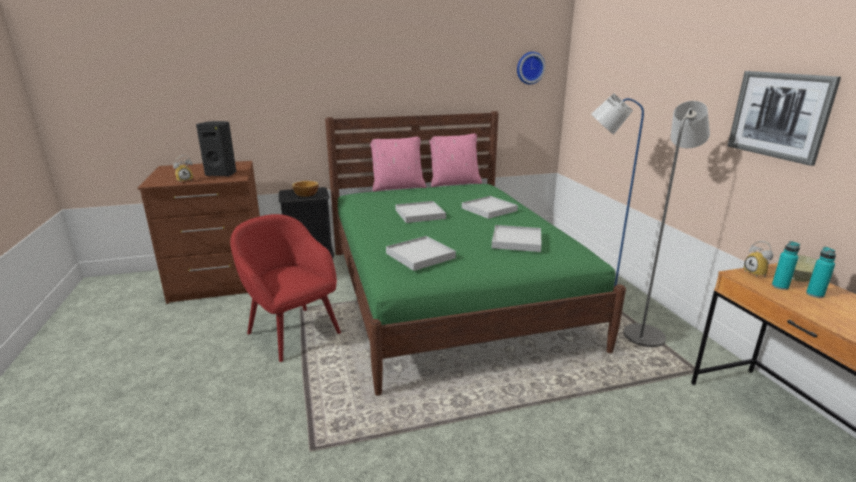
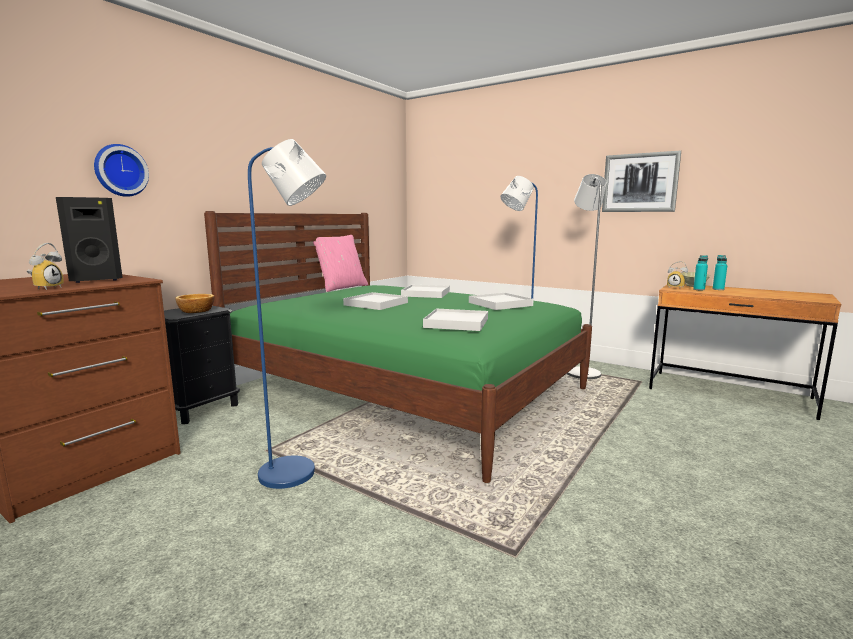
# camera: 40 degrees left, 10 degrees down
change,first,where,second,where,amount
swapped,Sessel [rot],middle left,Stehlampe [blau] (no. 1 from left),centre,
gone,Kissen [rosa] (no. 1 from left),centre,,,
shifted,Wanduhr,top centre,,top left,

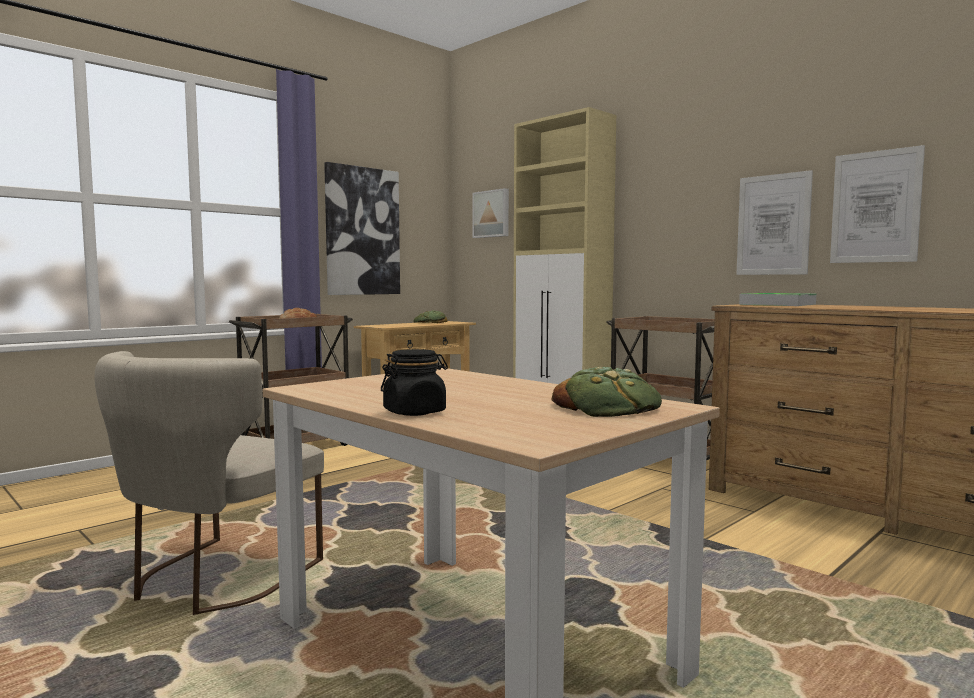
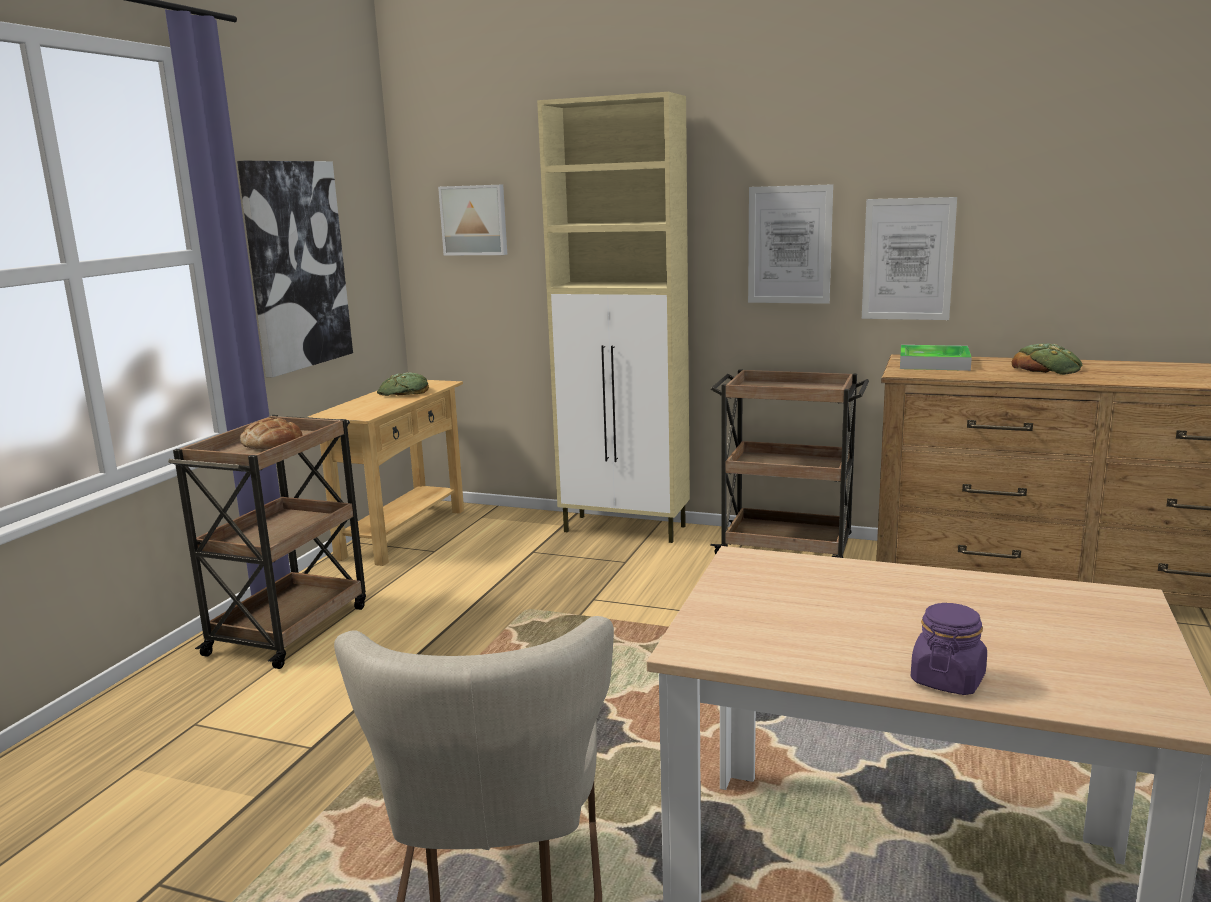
# camera: 25 degrees left, 10 degrees up
change,first,where,second,where,amount
repainted,Vorratsglas [schwarz],centre,Vorratsglas [lila],bottom right,
shifted,Brot (no. 3 from left),centre,,middle right,
shifted,Bild (no. 4 from left in the first image),top right,Bild (no. 3 from left),top centre,

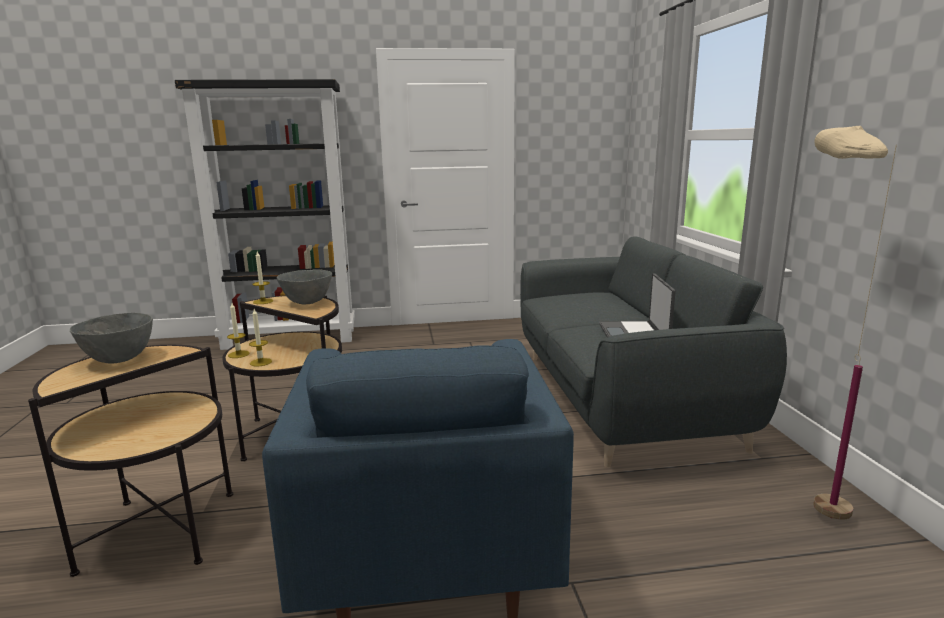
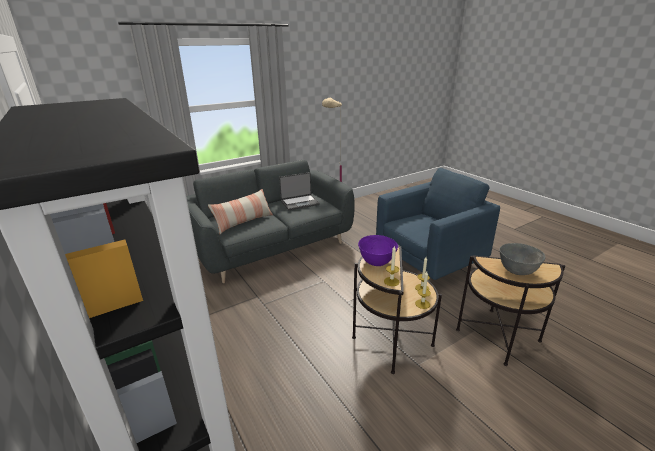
# camera: 115 degrees left, 10 degrees up
change,first,where,second,where,amount
repainted,Schüssel [grau] (no. 2 from left),middle left,Schüssel [lila],centre,
new,,,Kissen,centre,

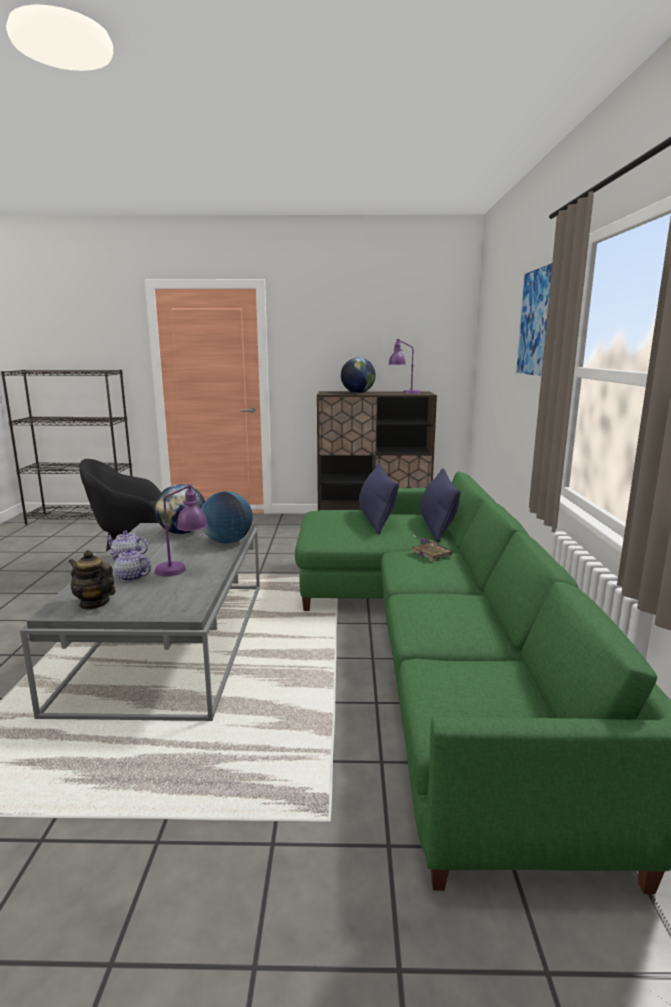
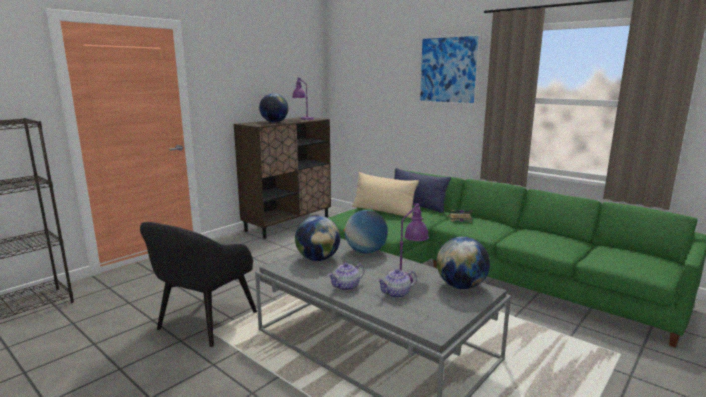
# camera: 50 degrees left, 0 degrees up
change,first,where,second,where,amount
gone,Teekanne (no. 1 from left),middle left,,,
repainted,Kissen [blau] (no. 1 from left),centre,Kissen [beige],centre,
new,,,Globus (no. 4 from left),centre,

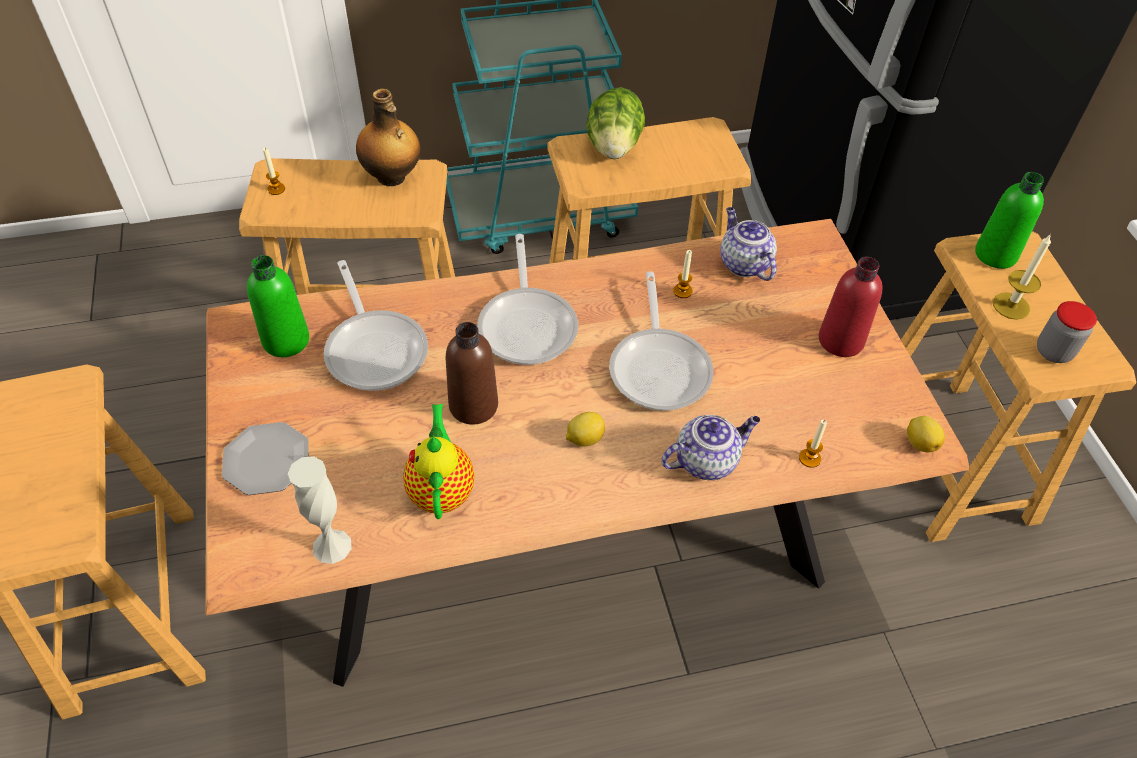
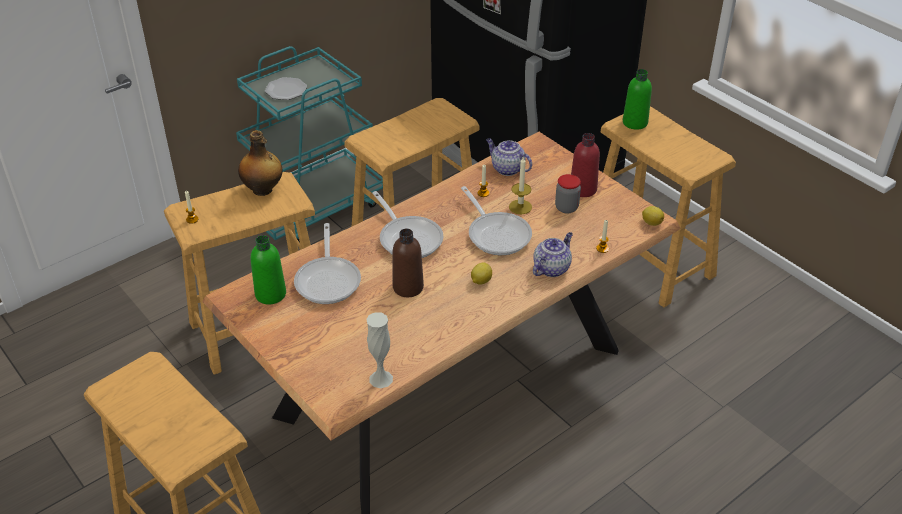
# camera: 25 degrees left, 10 degrees down
change,first,where,second,where,amount
shifted,Teller,middle left,,top left,
rotated,Pfanne (no. 1 from left),middle left,,centre,45 degrees clockwise
gone,Teekanne (no. 1 from left),centre,,,
gone,Salatkopf,top centre,,,
shifted,Kerze (no. 4 from left in the first image),middle right,Kerze (no. 3 from left),centre,
shifted,Vorratsglas,middle right,,centre,

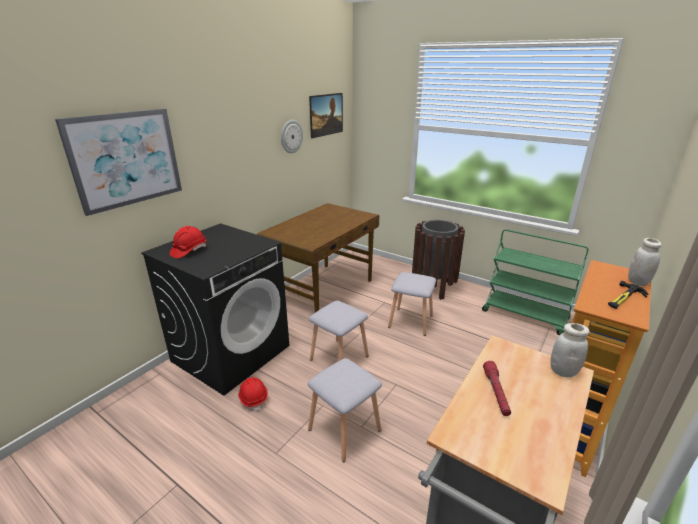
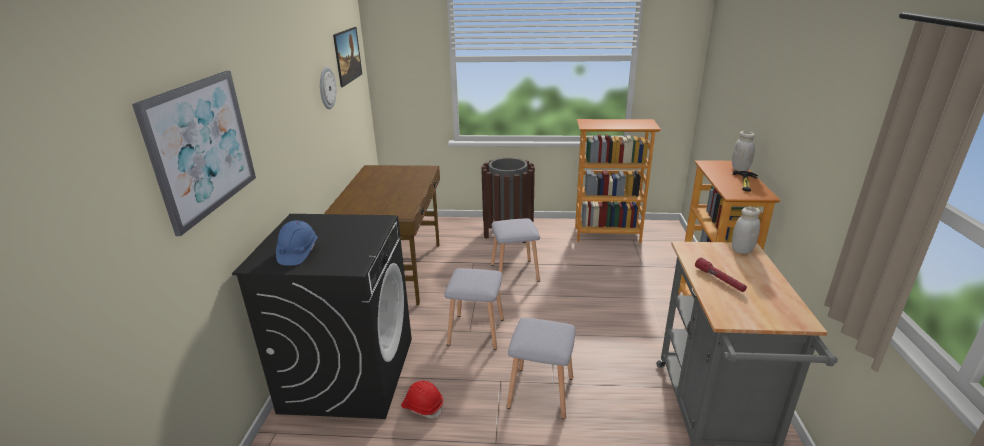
# camera: 30 degrees left, 0 degrees up
change,first,where,second,where,amount
repainted,Schutzhelm [rot] (no. 1 from left),middle left,Schutzhelm [blau],middle left,
swapped,Rollwagen [grün],middle right,Bücherregal (no. 1 from left),centre,

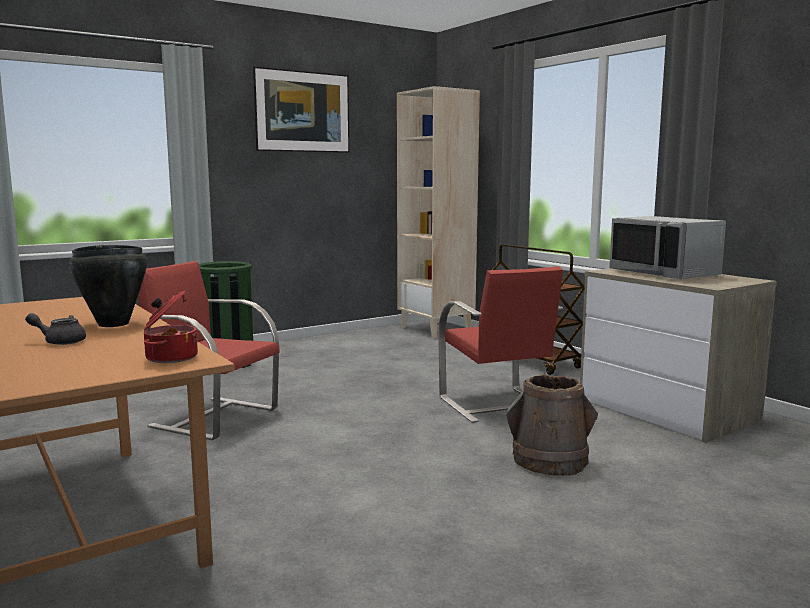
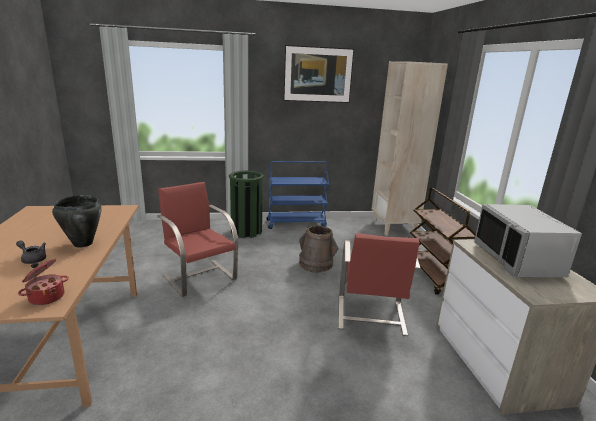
# camera: 25 degrees right, 10 degrees up
change,first,where,second,where,amount
shifted,Eimer [braun],bottom right,,centre,
new,,,Rollwagen [blau],centre,

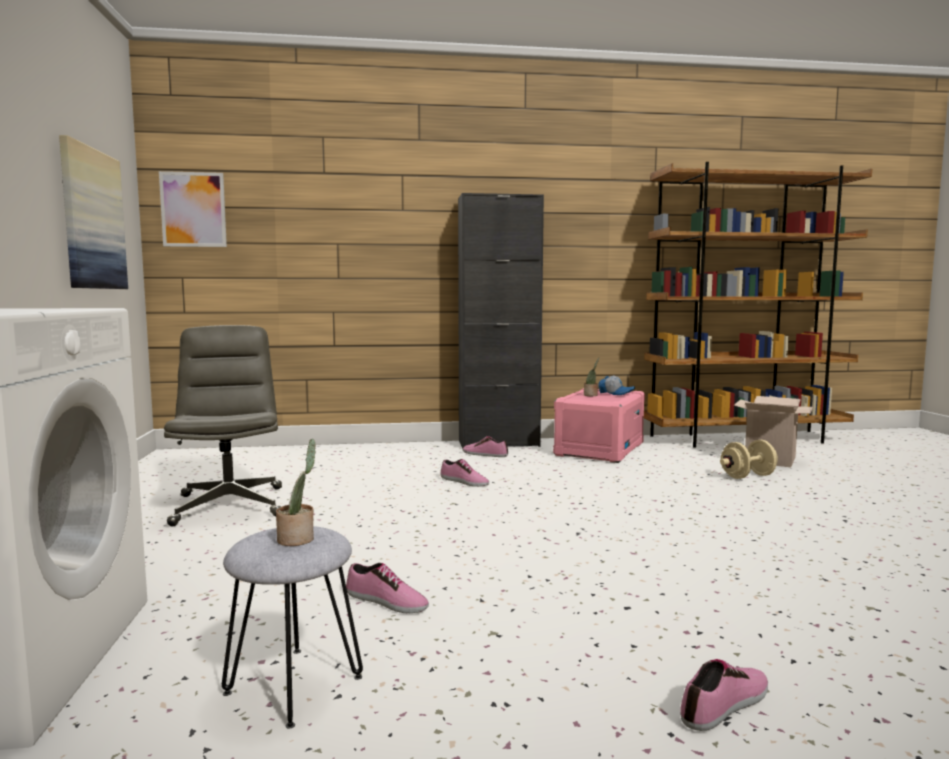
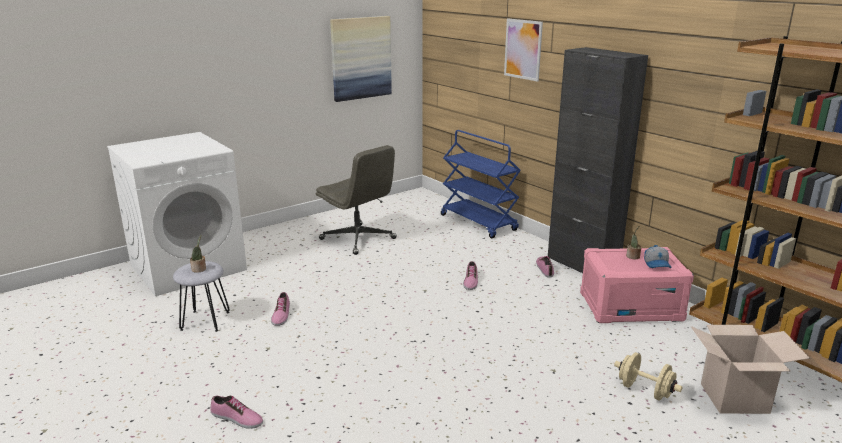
# camera: 60 degrees right, 15 degrees up
change,first,where,second,where,amount
shifted,Bild (no. 2 from left),top left,,top centre,
rotated,Bürostuhl [grau],middle left,,centre,90 degrees clockwise
new,,,Rollwagen [blau],centre,

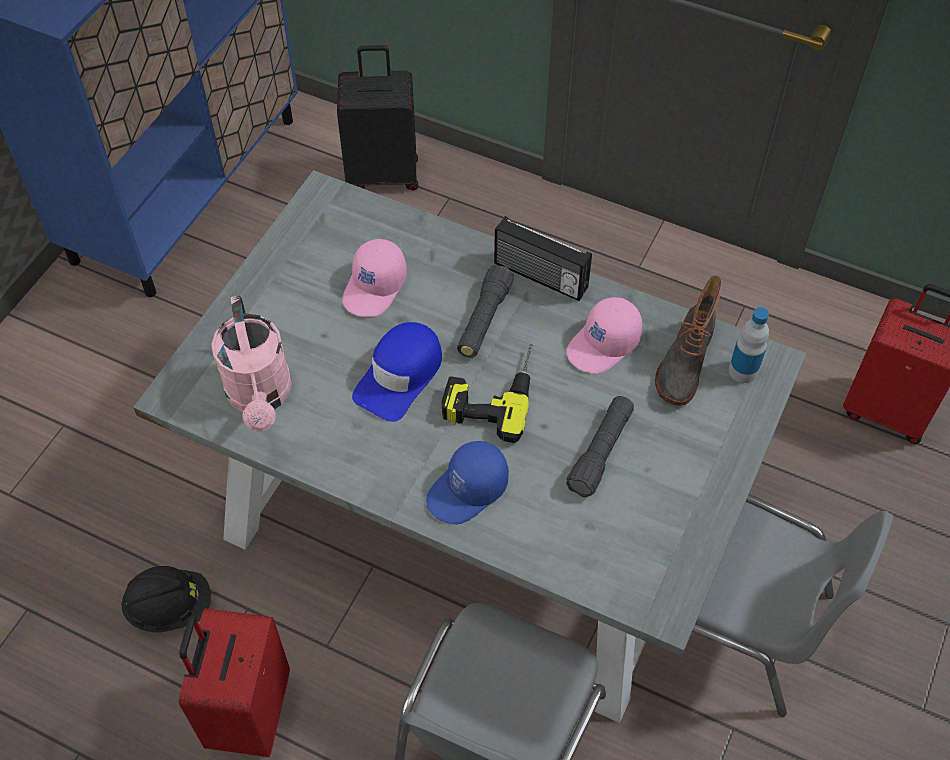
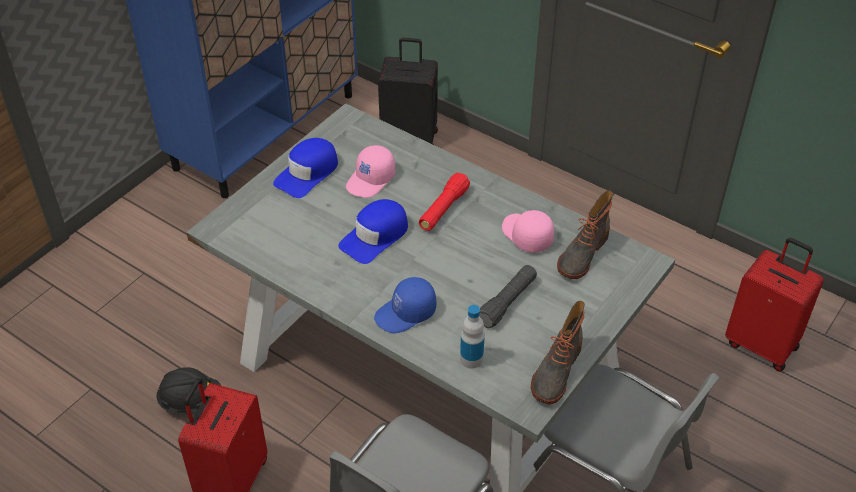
# camera: 10 degrees right, 10 degrees down
change,first,where,second,where,amount
gone,Gießkanne [rosa],middle left,,,
gone,Bohrmaschine,centre,,,
repainted,Taschenlampe [schwarz] (no. 1 from left),centre,Taschenlampe [rot],centre,
gone,Radio,centre,,,
rotated,Kappe [rosa] (no. 2 from left),centre,,centre,90 degrees clockwise
shifted,Flasche,middle right,,bottom centre,
new,,,Kappe [blau] (no. 1 from left),centre,
new,,,Stiefel (no. 1 from left),bottom centre,

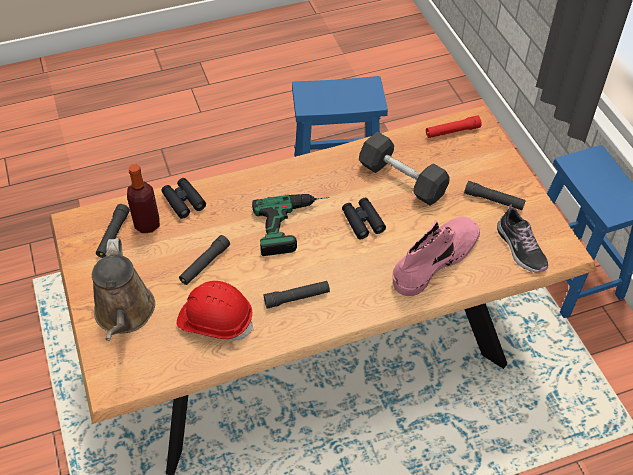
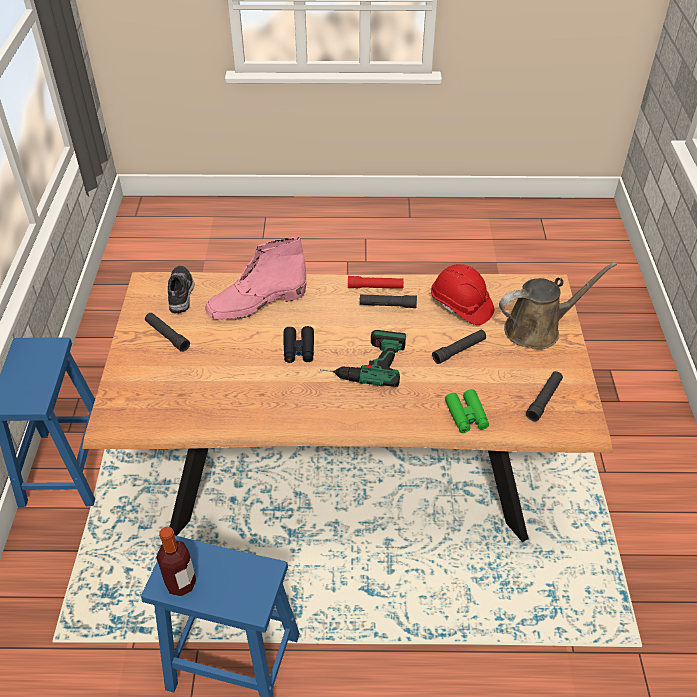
# camera: 160 degrees left, 5 degrees down
change,first,where,second,where,amount
rotated,Gießkanne [braun],middle left,,middle right,60 degrees clockwise
shifted,Flasche,middle left,,bottom left,
repainted,Fernglas [schwarz] (no. 1 from left),middle left,Fernglas [grün],middle right,
gone,Hantel [grau],centre,,,
shifted,Taschenlampe [rot],top right,,centre,

